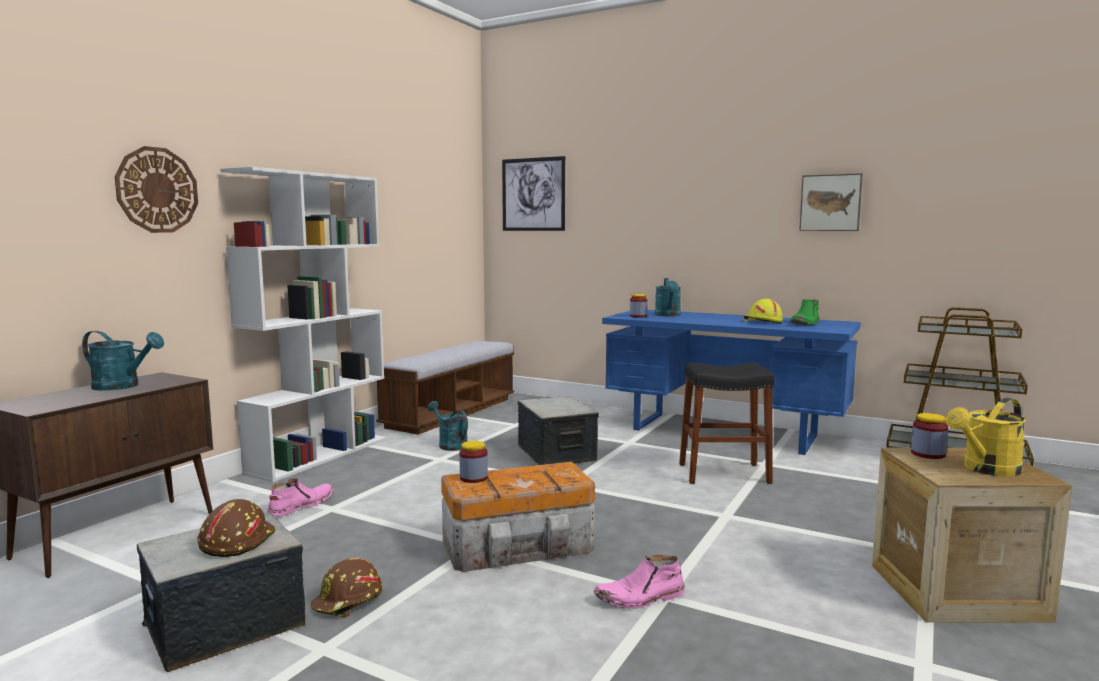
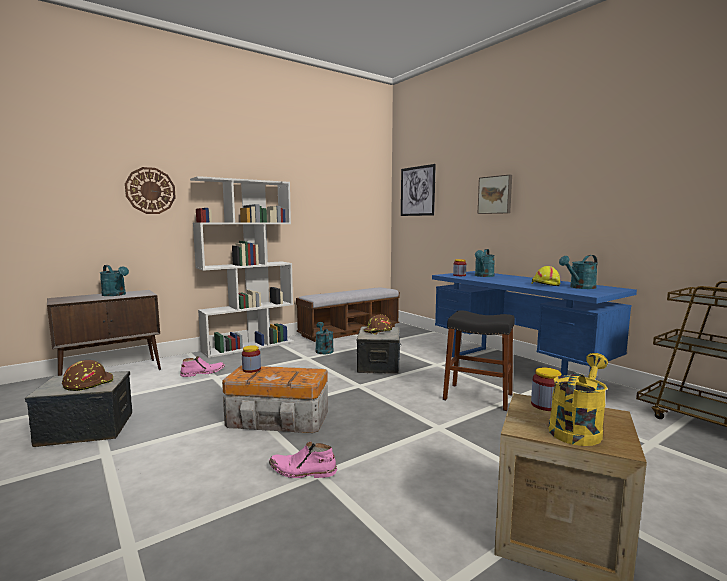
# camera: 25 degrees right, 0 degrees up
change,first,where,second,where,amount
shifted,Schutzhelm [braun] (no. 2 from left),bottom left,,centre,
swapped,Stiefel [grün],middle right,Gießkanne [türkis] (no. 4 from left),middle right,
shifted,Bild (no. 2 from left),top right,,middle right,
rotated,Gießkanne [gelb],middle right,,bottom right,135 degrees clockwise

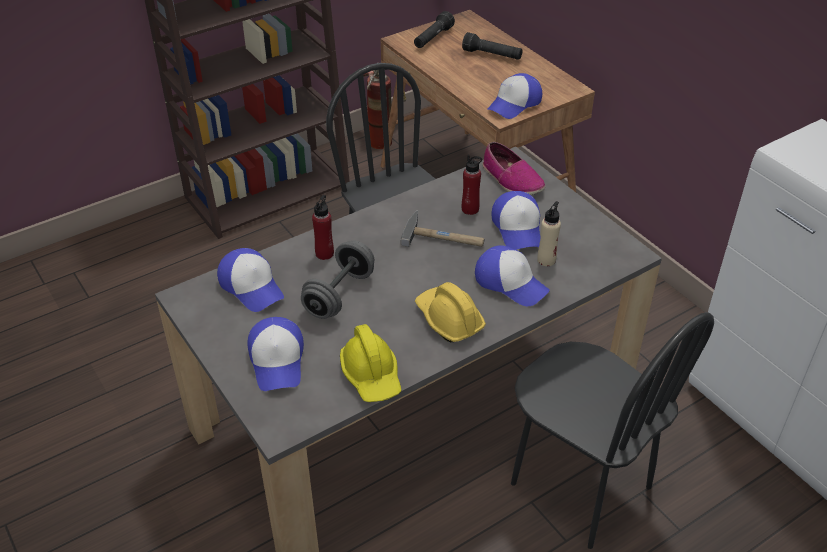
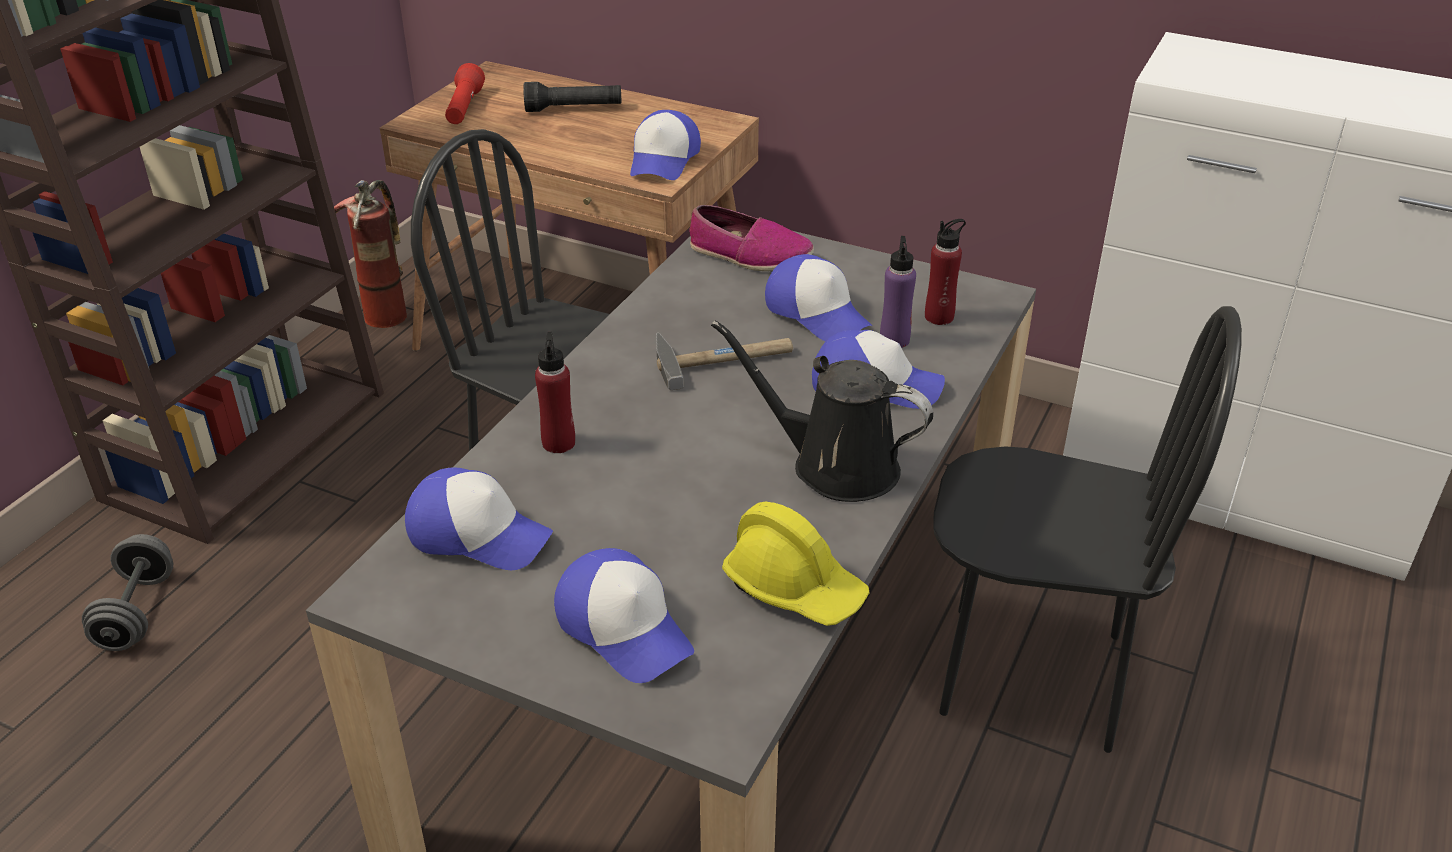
# camera: 30 degrees left, 5 degrees down
change,first,where,second,where,amount
shifted,Hantel [grau],centre,,bottom left,
repainted,Taschenlampe [schwarz] (no. 1 from left),top centre,Taschenlampe [rot],top left,
swapped,Schutzhelm [gelb] (no. 2 from left),centre,Gießkanne [schwarz],centre,
shifted,Flasche [rot] (no. 2 from left),centre,,top centre,
repainted,Flasche [beige],centre,Flasche [lila],centre,

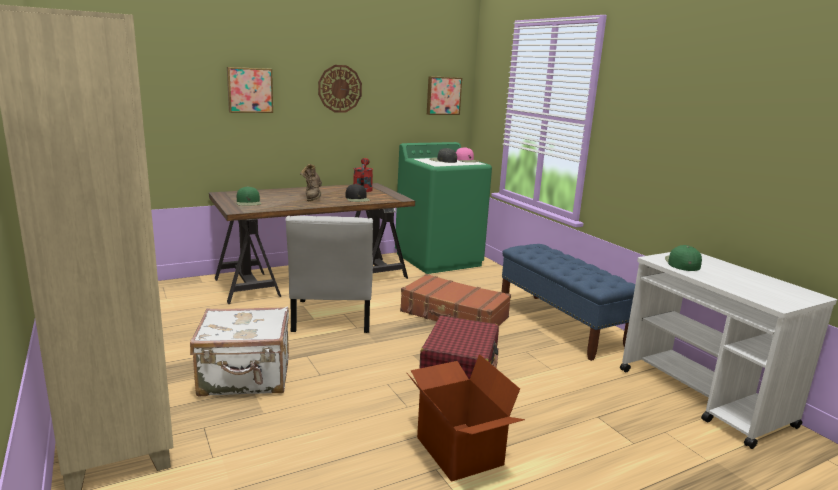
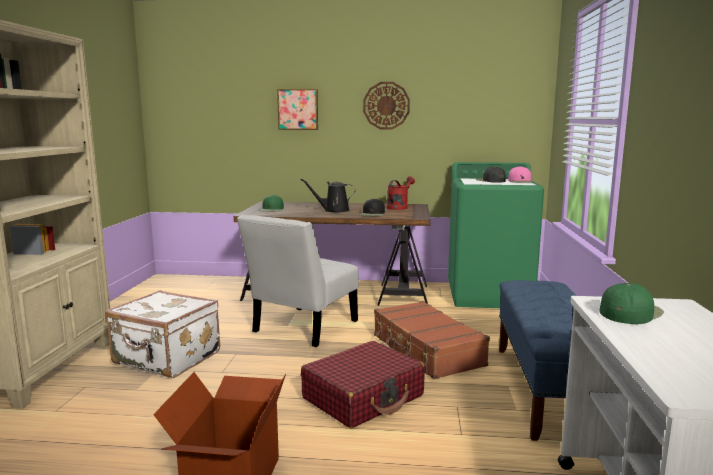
# camera: 35 degrees right, 5 degrees down
change,first,where,second,where,amount
swapped,Stiefel [braun],centre,Gießkanne [schwarz],centre,
gone,Bild (no. 2 from left),top centre,,,

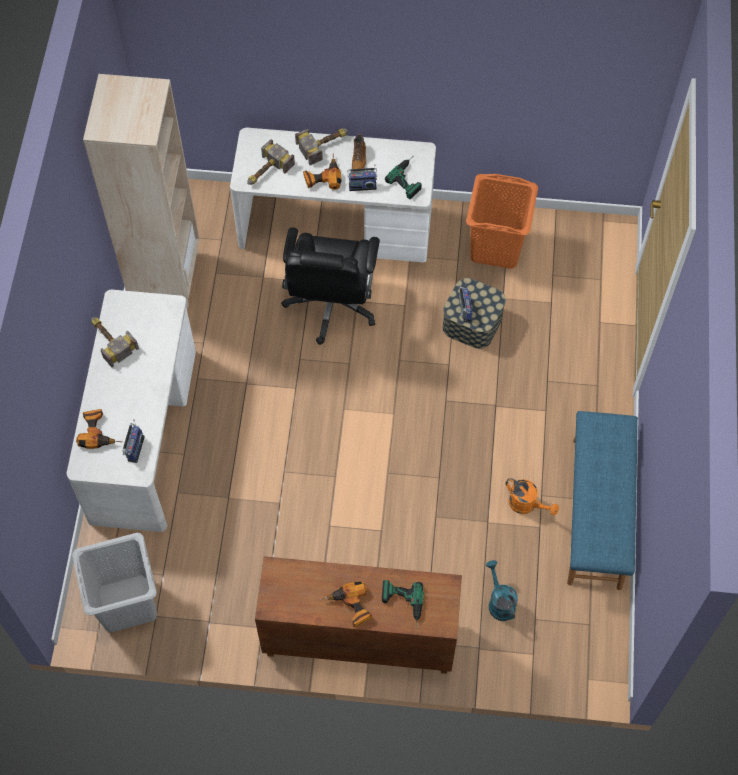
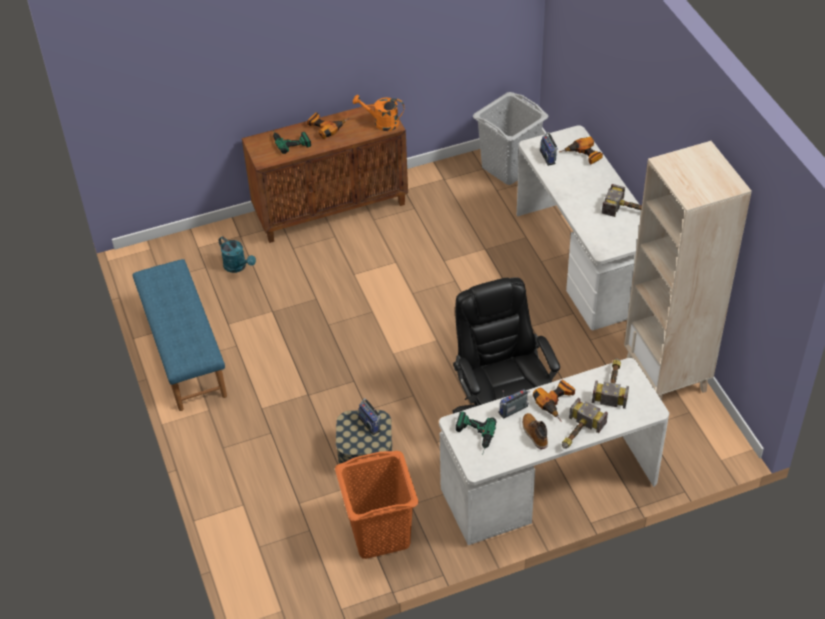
# camera: 155 degrees right, 15 degrees down
change,first,where,second,where,amount
shifted,Gießkanne [orange],middle right,,top centre,

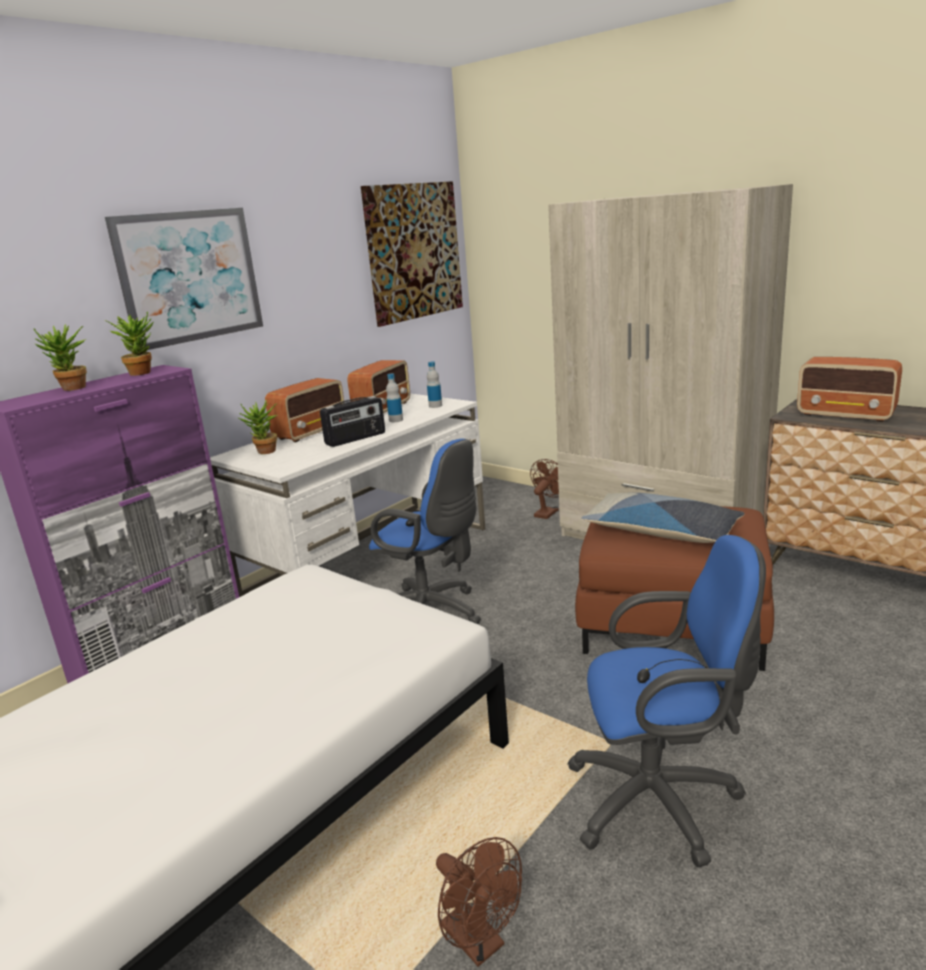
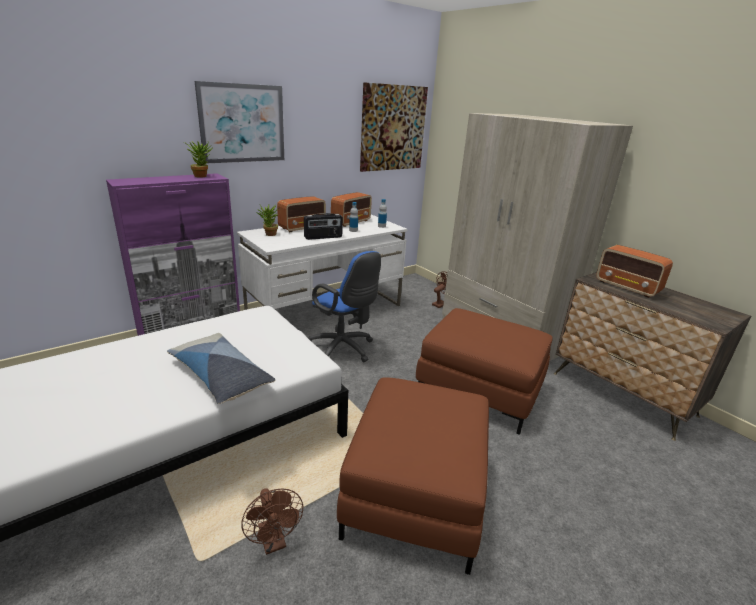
# camera: 10 degrees right, 5 degrees up
change,first,where,second,where,amount
gone,Topfpflanze (no. 1 from left),middle left,,,
swapped,Bürostuhl [blau] (no. 2 from left),bottom right,Polsterhocker [braun] (no. 1 from left),bottom centre,
shifted,Kissen,middle right,,middle left,

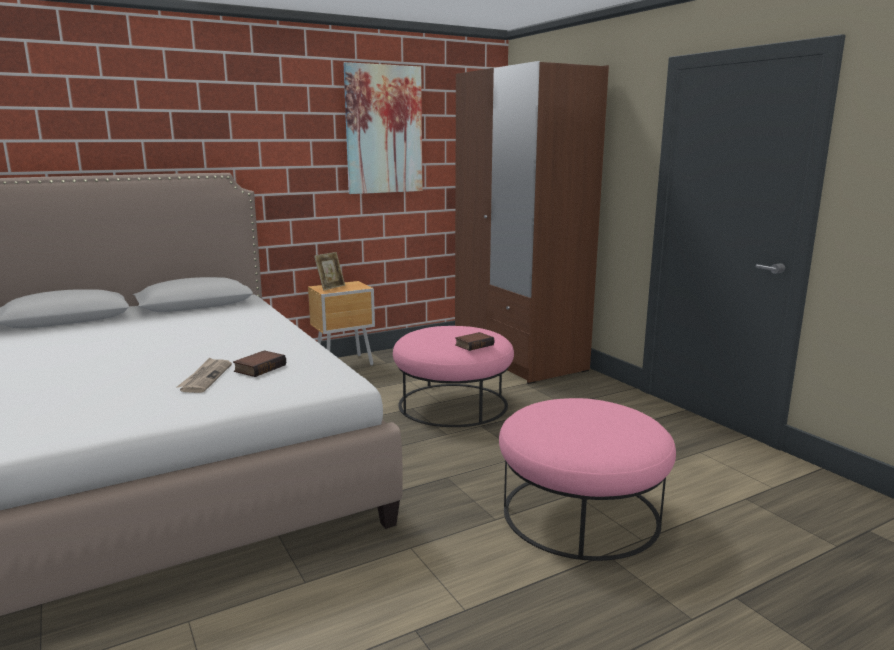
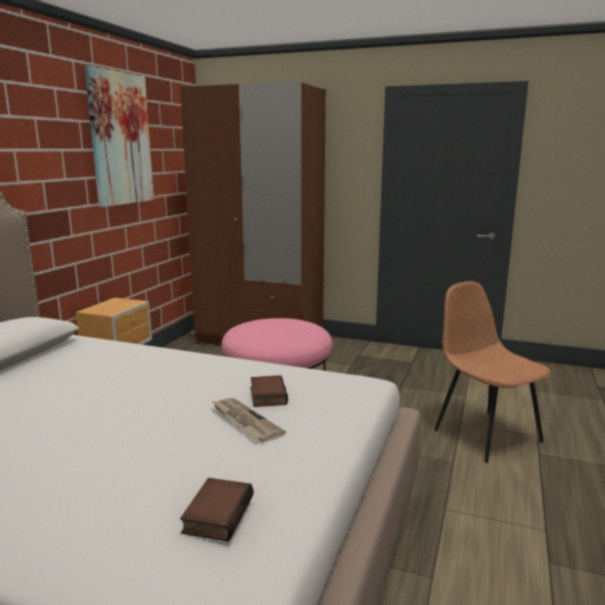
# camera: 40 degrees left, 0 degrees up
change,first,where,second,where,amount
gone,Bilderrahmen,centre,,,
shifted,Buch (no. 2 from left in the first image),centre,Buch (no. 1 from left),bottom centre,
swapped,Polsterhocker [rosa] (no. 2 from left),bottom centre,Stuhl [braun],middle right,

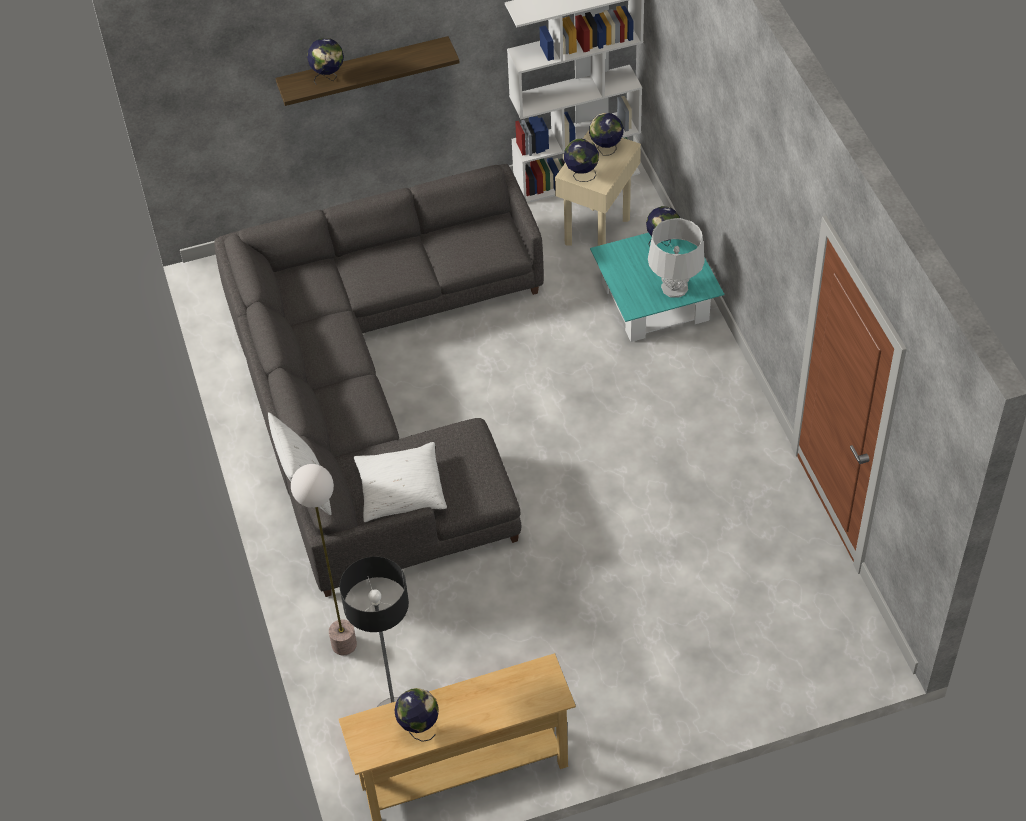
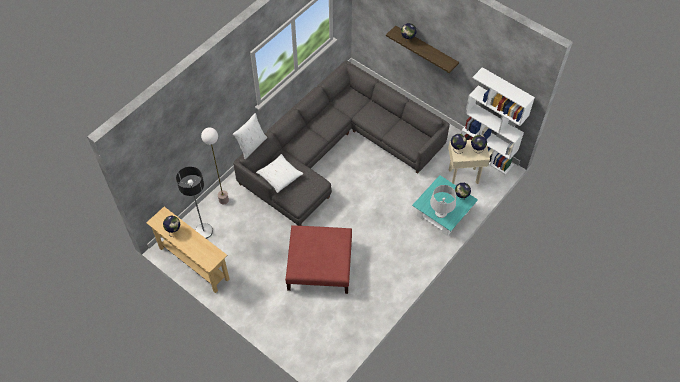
# camera: 55 degrees right, 5 degrees up
change,first,where,second,where,amount
new,,,Polsterhocker [rot],bottom centre,

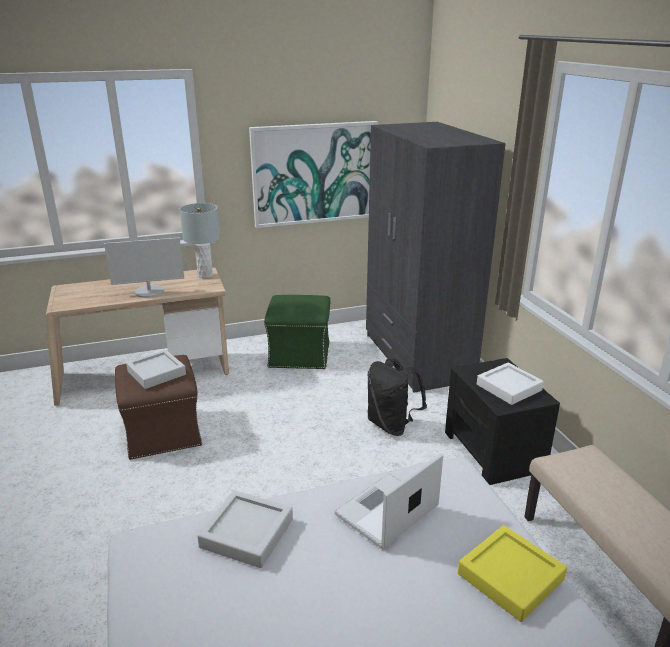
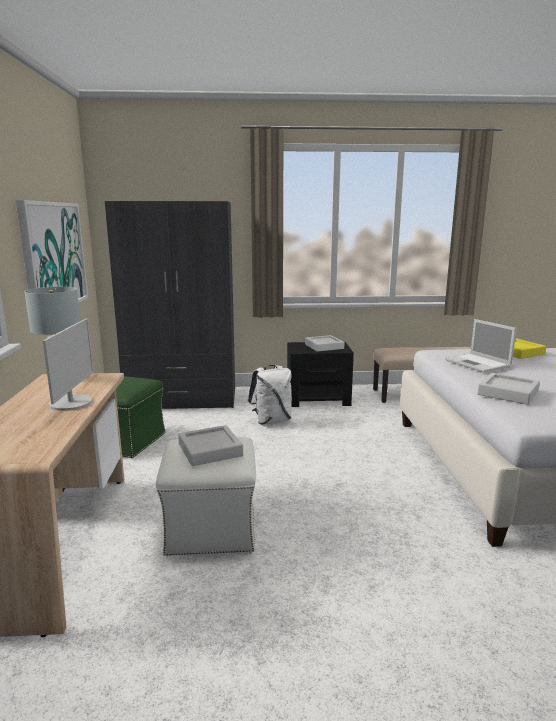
# camera: 75 degrees left, 10 degrees down
change,first,where,second,where,amount
repainted,Polsterhocker [braun],middle left,Polsterhocker [weiß],bottom centre,
repainted,Rucksack [schwarz],centre,Rucksack [weiß],centre,

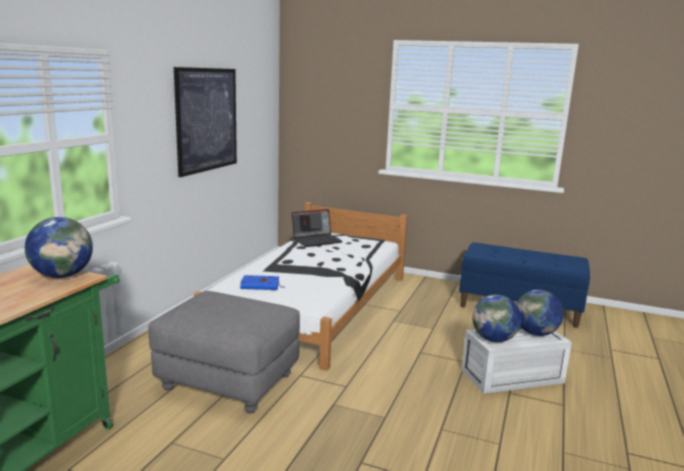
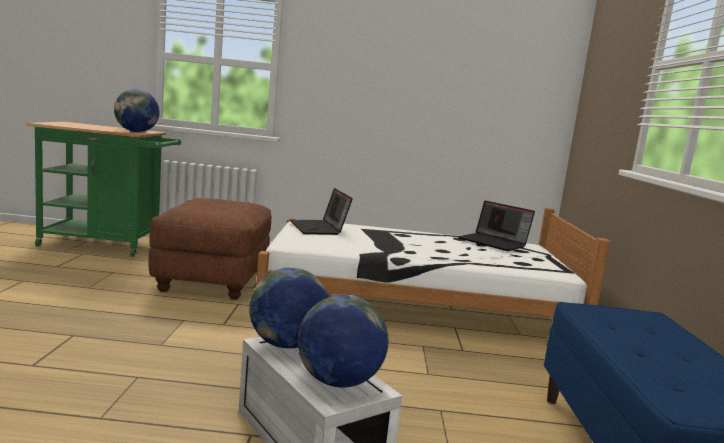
# camera: 70 degrees right, 5 degrees down
change,first,where,second,where,amount
repainted,Polsterhocker [grau],bottom left,Polsterhocker [braun],middle left,
gone,Bild,top left,,,
swapped,Buch [blau],centre,Laptop (no. 1 from left),centre,

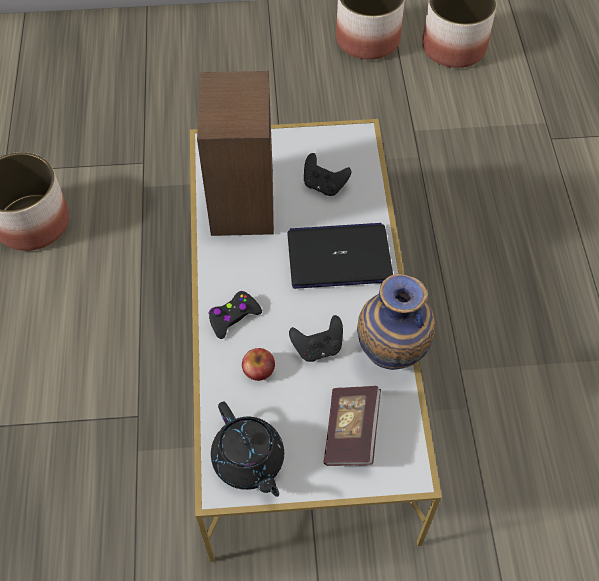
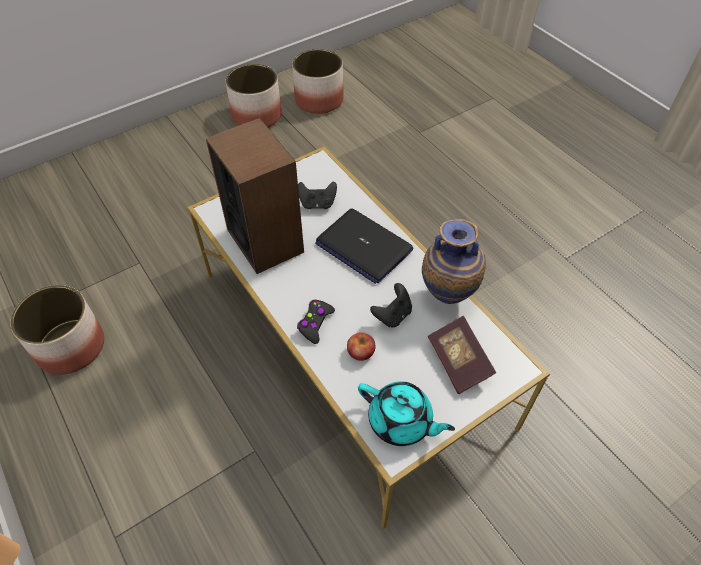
# camera: 30 degrees left, 5 degrees down
change,first,where,second,where,amount
repainted,Teekanne [schwarz],bottom centre,Teekanne [türkis],bottom centre,
rotated,Laptop,centre,,centre,105 degrees counterclockwise

